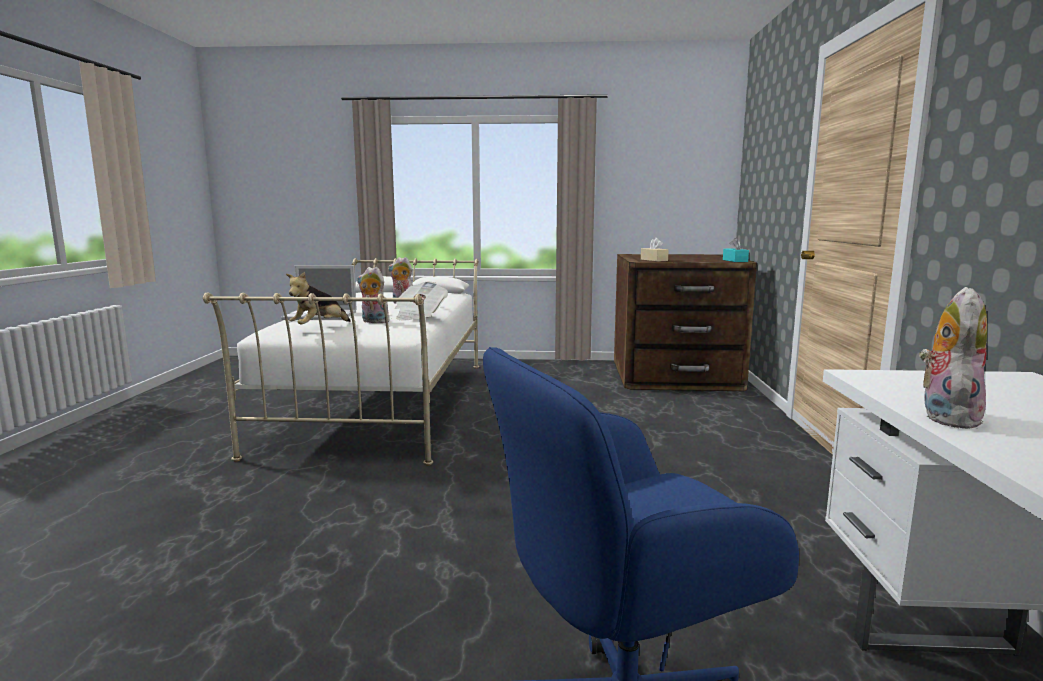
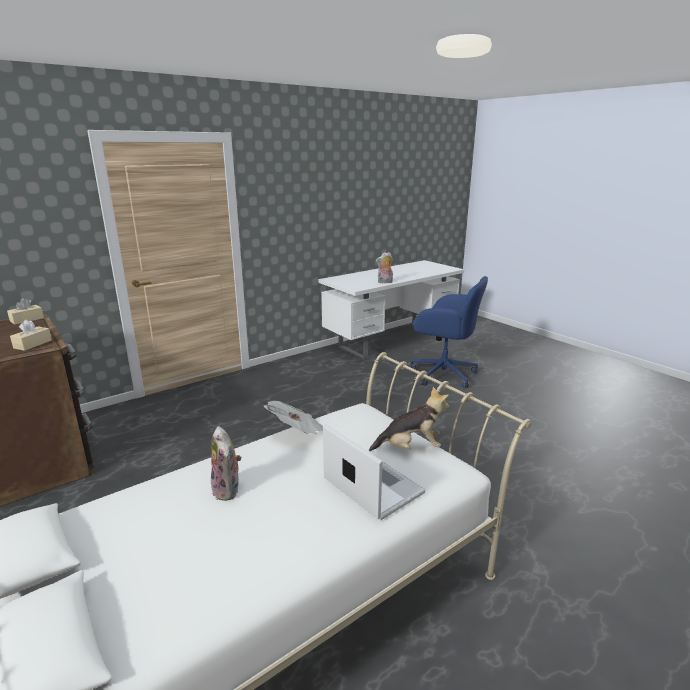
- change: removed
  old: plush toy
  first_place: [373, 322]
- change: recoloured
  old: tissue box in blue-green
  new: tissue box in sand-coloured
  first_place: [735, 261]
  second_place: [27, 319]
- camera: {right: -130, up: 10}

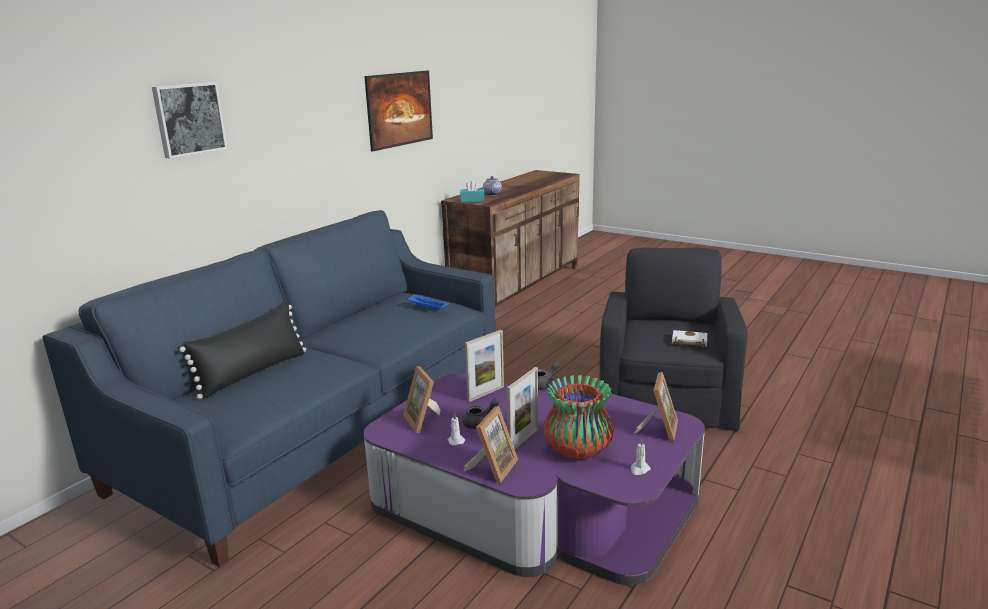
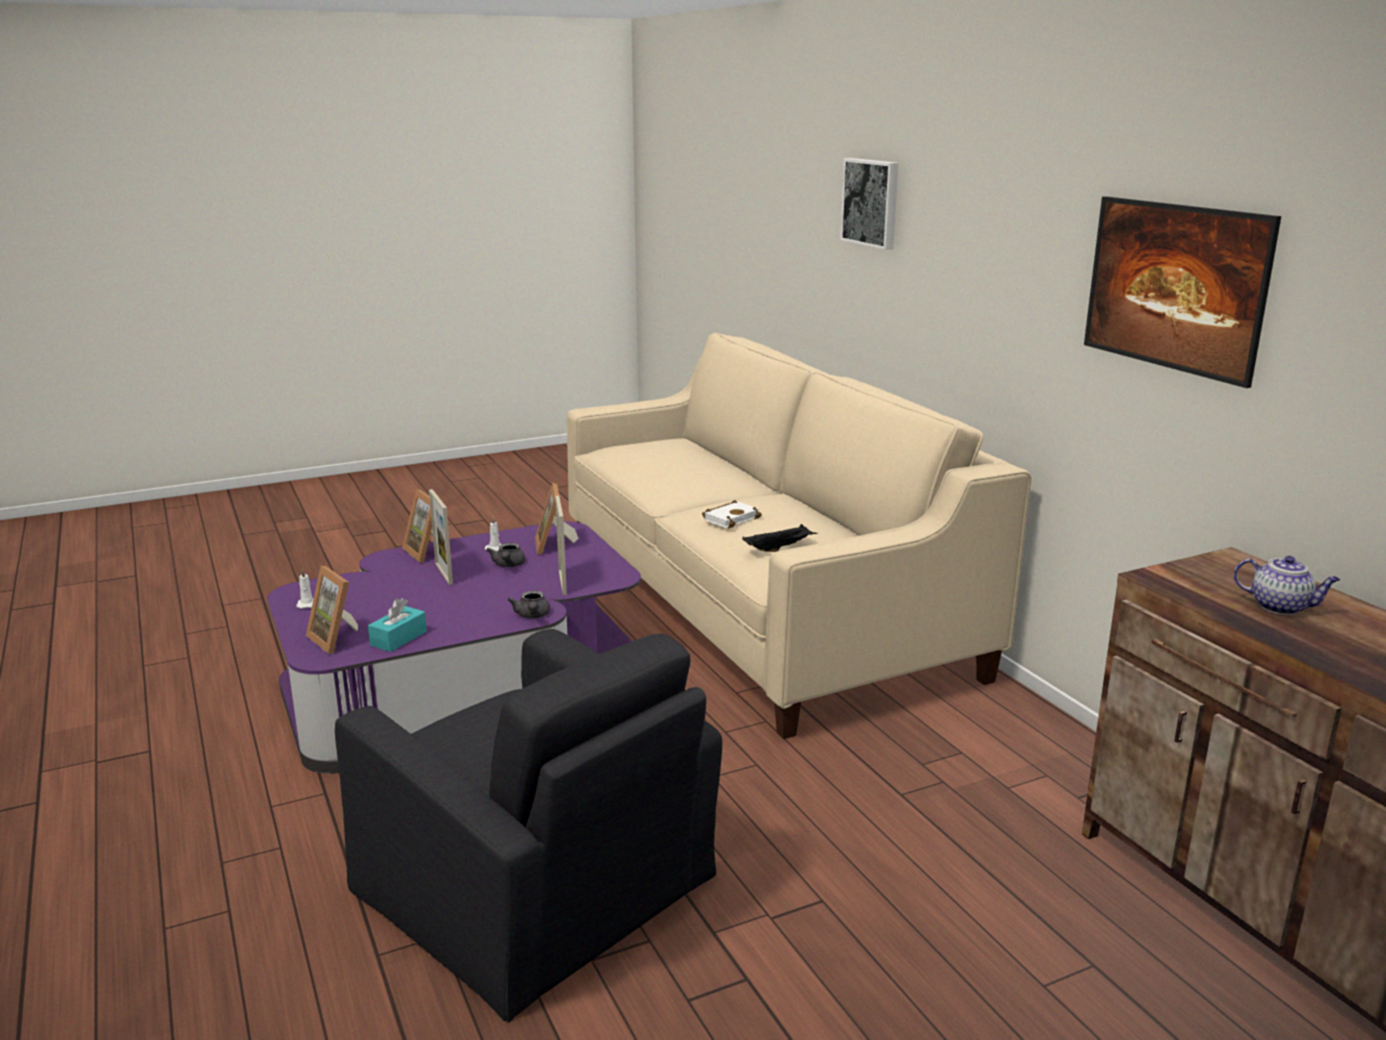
- change: removed
  old: pillow in black
  first_place: [253, 373]
- change: removed
  old: flower vase
  first_place: [578, 449]
- change: moved
  old: tissue box in blue-green
  first_place: [472, 200]
  second_place: [398, 638]
- change: moved
  old: book in white
  first_place: [688, 342]
  second_place: [731, 518]
- change: recoloured
  old: couch in blue-coloured
  new: couch in sand-coloured
  first_place: [320, 429]
  second_place: [760, 604]
- change: recoloured
  old: tray in blue-coloured
  new: tray in black
  first_place: [427, 309]
  second_place: [779, 548]
- change: turned
  old: photo frame
  first_place: [424, 420]
  second_place: [554, 545]
  degrees: -105
- camera: {right: 120, up: 0}

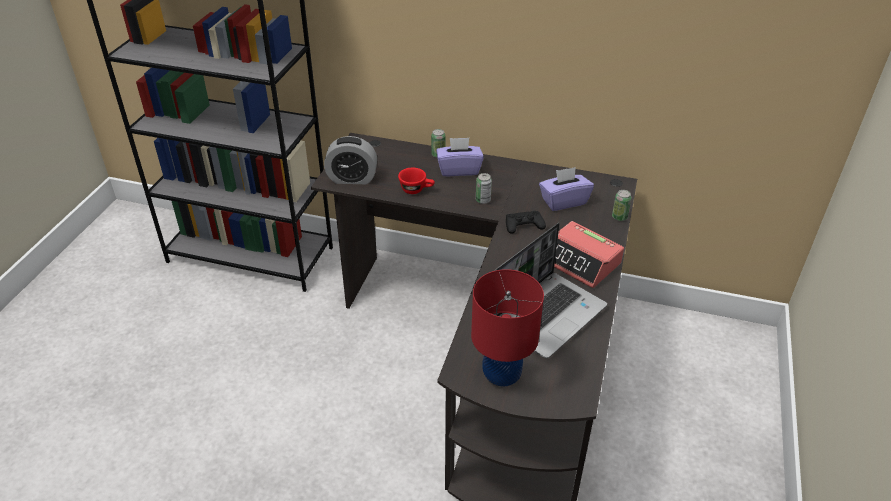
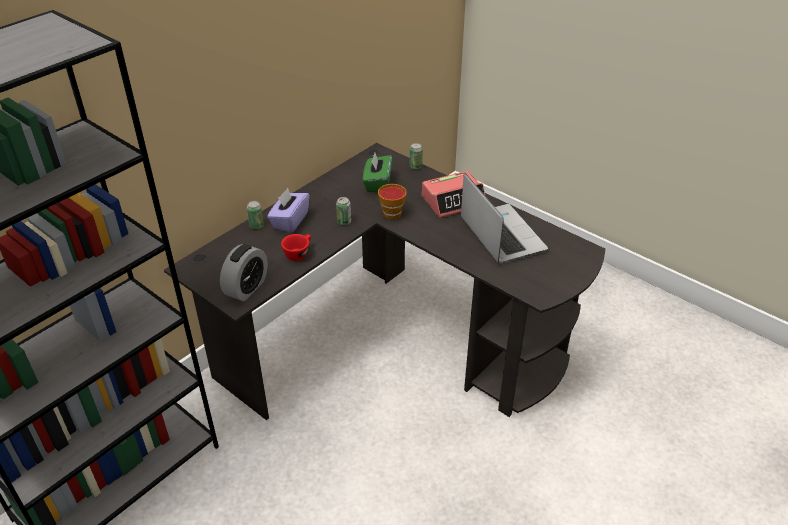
- change: removed
  old: table lamp in red
  first_place: [502, 374]
- change: replaced
  old: joypad in black
  new: small cup
  first_place: [524, 225]
  second_place: [392, 212]
- change: recoloured
  old: tissue box in purplish
  new: tissue box in green-coloured
  first_place: [563, 201]
  second_place: [377, 183]
- camera: {right: -65, up: 0}

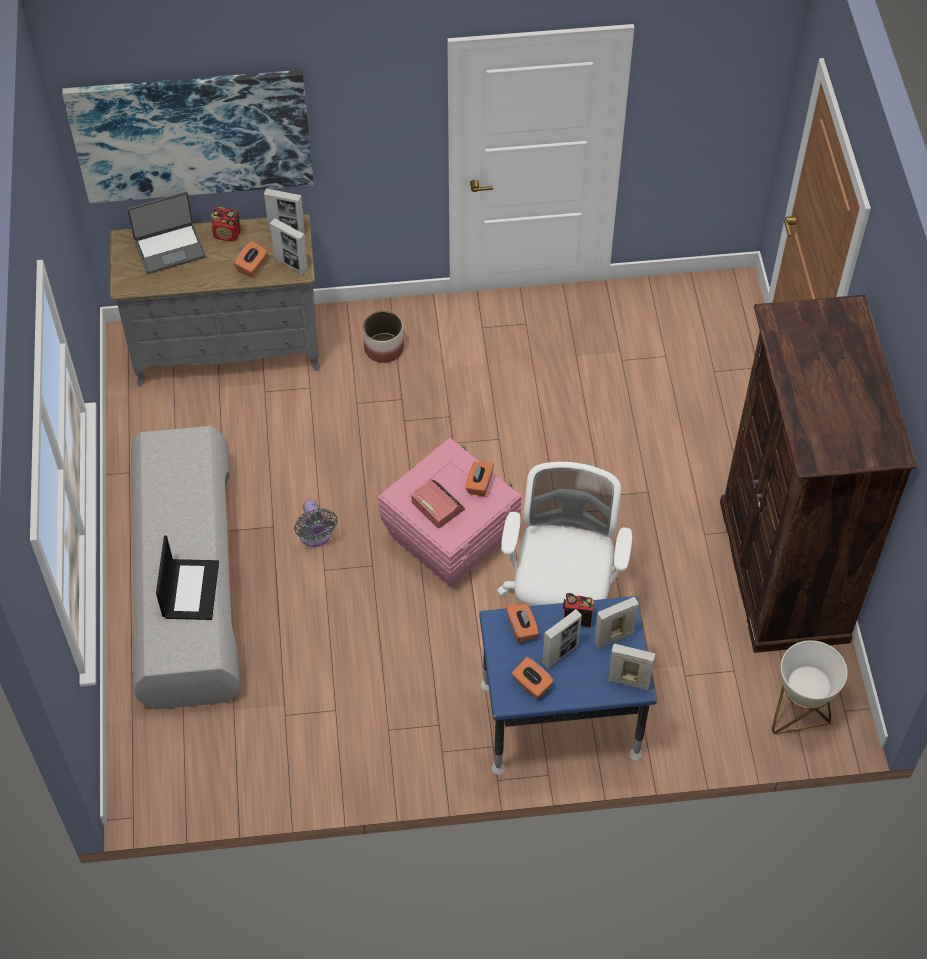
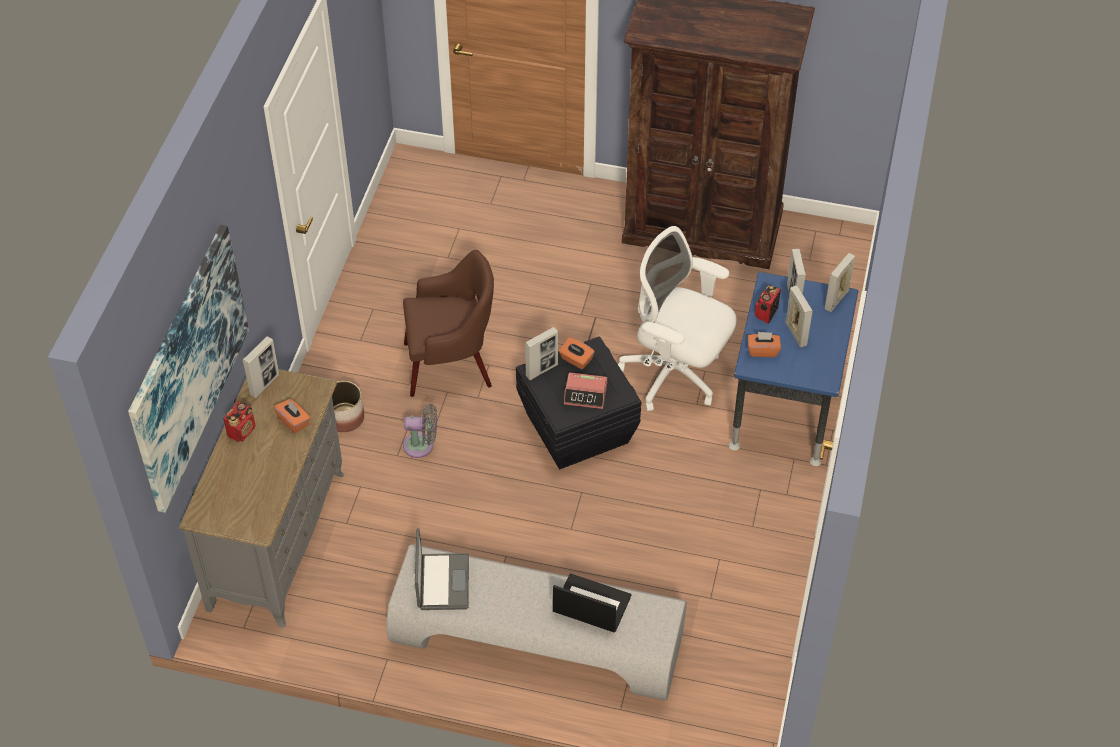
- change: removed
  old: tissue box in orangey
  first_place: [532, 684]
- change: removed
  old: plant pot
  first_place: [799, 713]
- change: added
  new: lounge chair in brownish
  second_place: [450, 364]
- change: moved
  old: portable computer
  first_place: [170, 248]
  second_place: [442, 582]
- change: moved
  old: photo frame
  first_place: [291, 265]
  second_place: [542, 370]
- change: moved
  old: fan in greyish
  first_place: [315, 536]
  second_place: [422, 445]
- change: recoloured
  old: storage box in pink-coloured
  new: storage box in black
  first_place: [450, 537]
  second_place: [576, 428]
- change: turned
  old: table clock
  first_place: [437, 506]
  second_place: [585, 394]
  degrees: -150
- camera: {right: -70, up: -5}

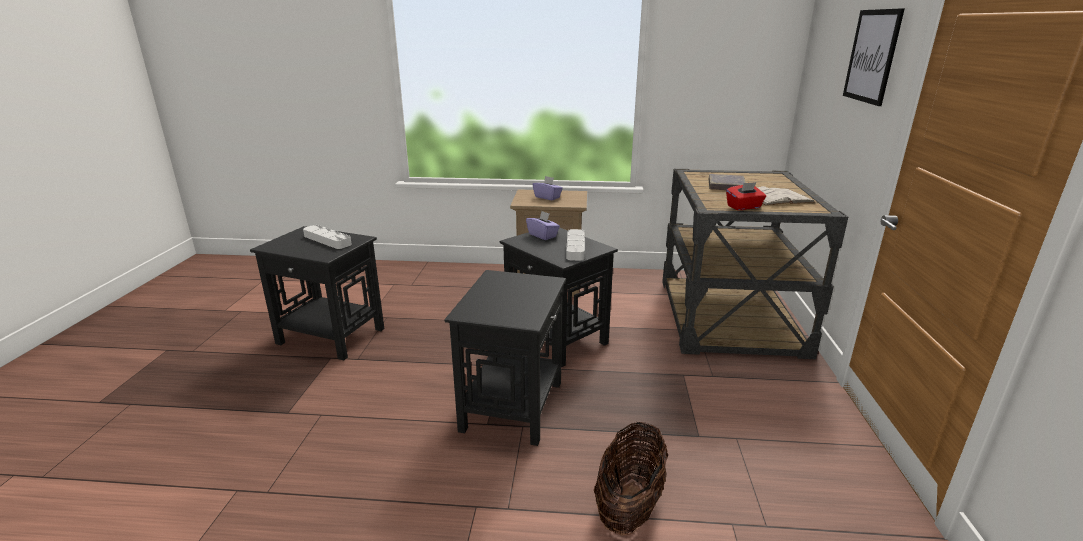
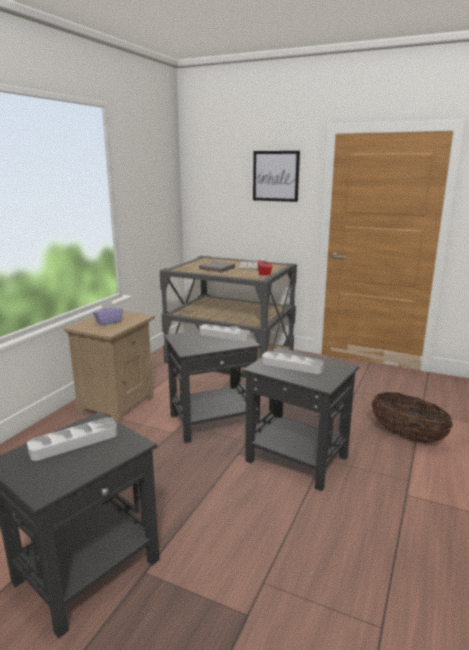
- change: removed
  old: tissue box in purplish
  first_place: [543, 235]
- change: added
  new: tray in greyish
  second_place: [292, 366]
- camera: {right: -70, up: -5}

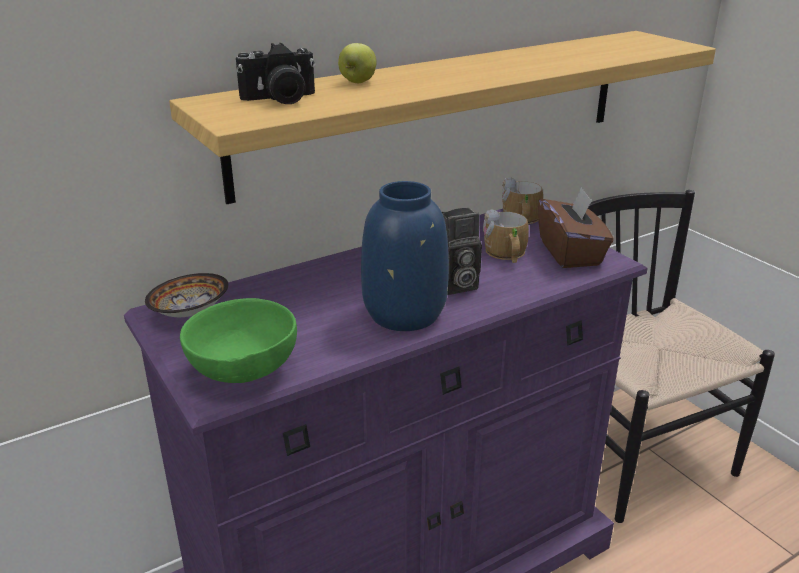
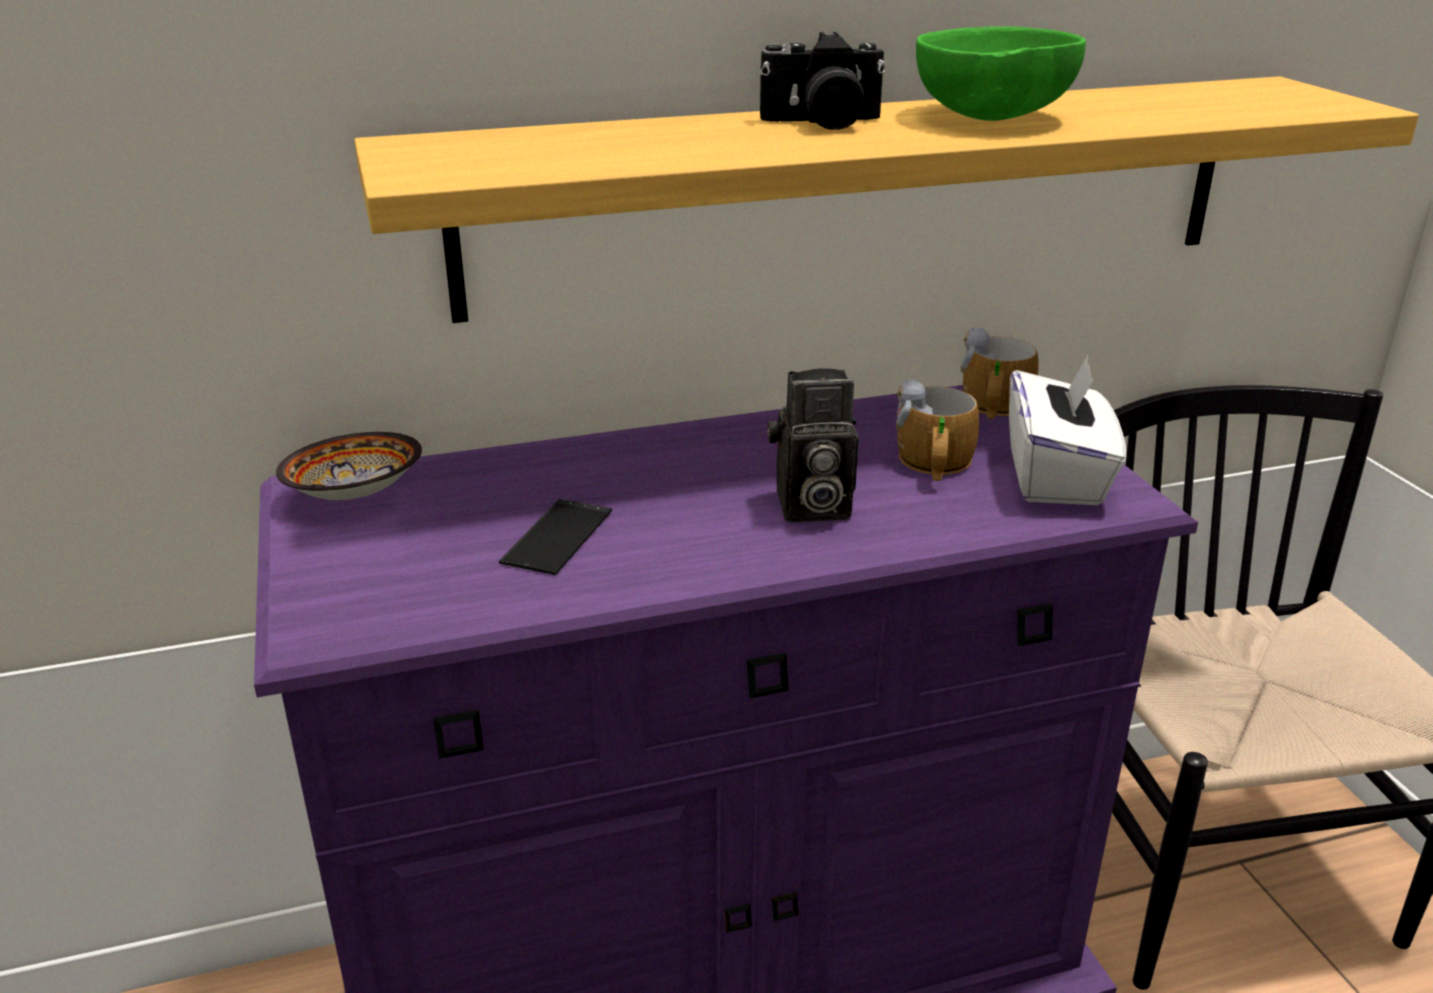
- change: removed
  old: whole apple
  first_place: [357, 82]
- change: removed
  old: flower vase in blue-coloured
  first_place: [403, 314]
- change: added
  new: handset
  second_place: [557, 537]
- change: moved
  old: bowl in green-coloured
  first_place: [243, 372]
  second_place: [991, 118]
- change: moved
  old: photo camera
  first_place: [280, 99]
  second_place: [823, 123]
- change: recoloured
  old: tissue box in brownish
  new: tissue box in white
  first_place: [570, 253]
  second_place: [1056, 476]
- camera: {right: 15, up: 0}

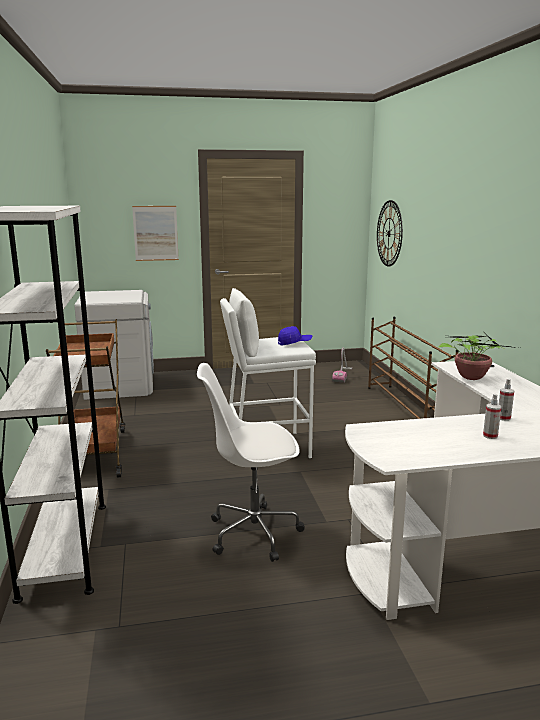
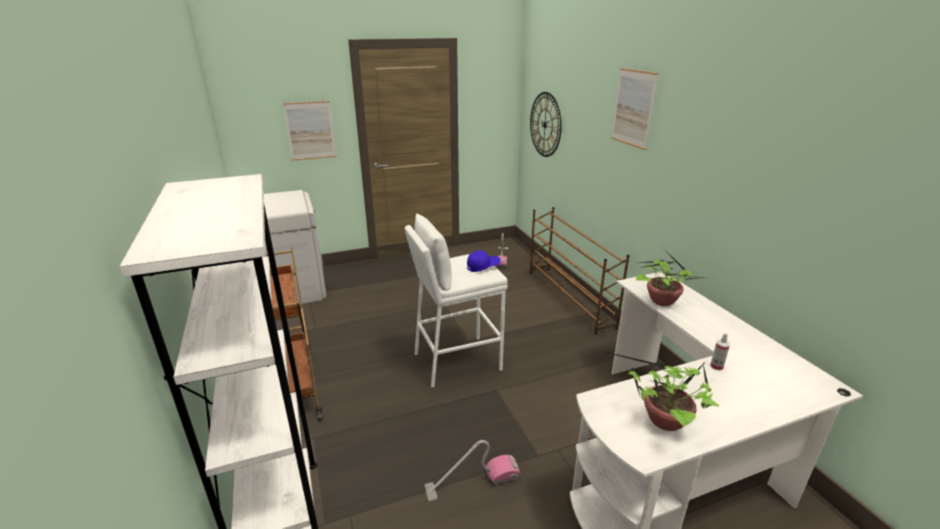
- change: removed
  old: spray bottle
  first_place: [490, 436]
- change: added
  new: houseplant
  second_place: [661, 421]
- change: added
  new: wall picture
  second_place: [633, 108]
- change: replaced
  old: desk chair in white
  new: hoover
  first_place: [251, 533]
  second_place: [472, 482]
- camera: {right: -10, up: 10}

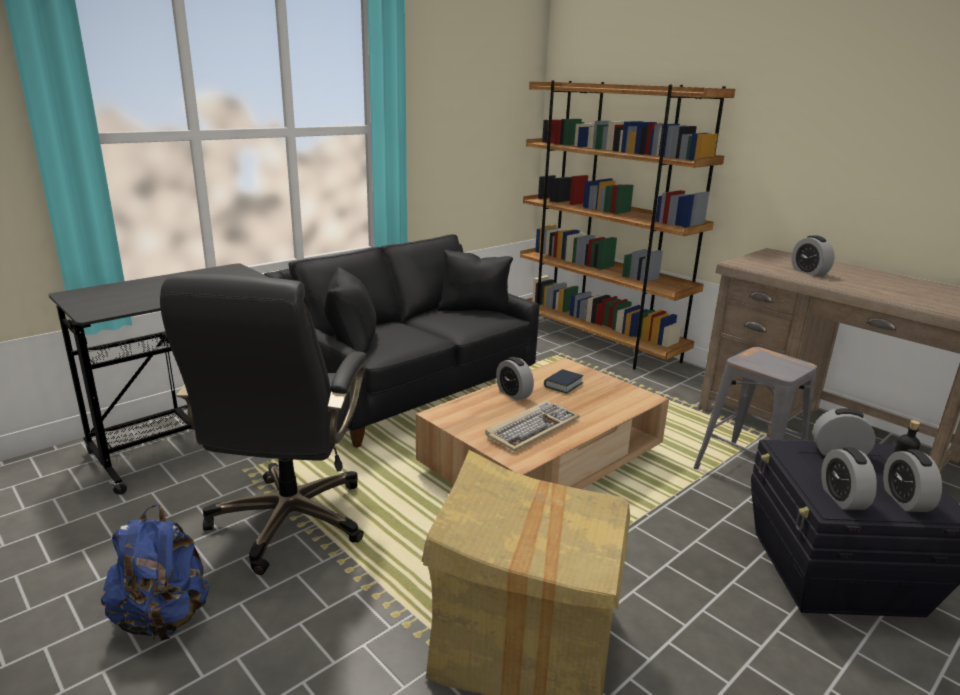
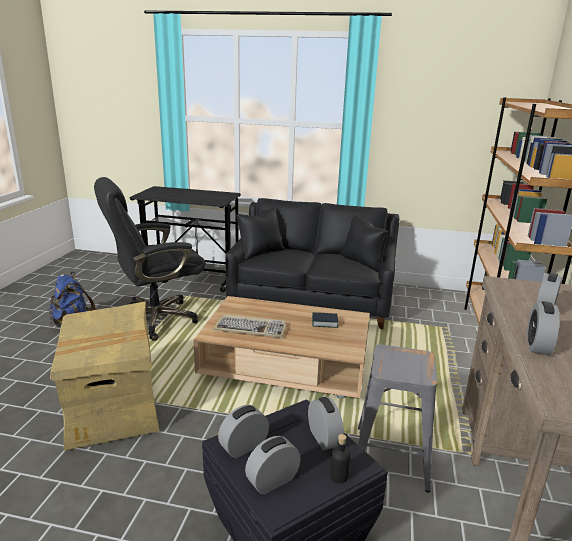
- change: moved
  old: table clock
  first_place: [513, 394]
  second_place: [537, 346]
- camera: {right: 55, up: 0}

